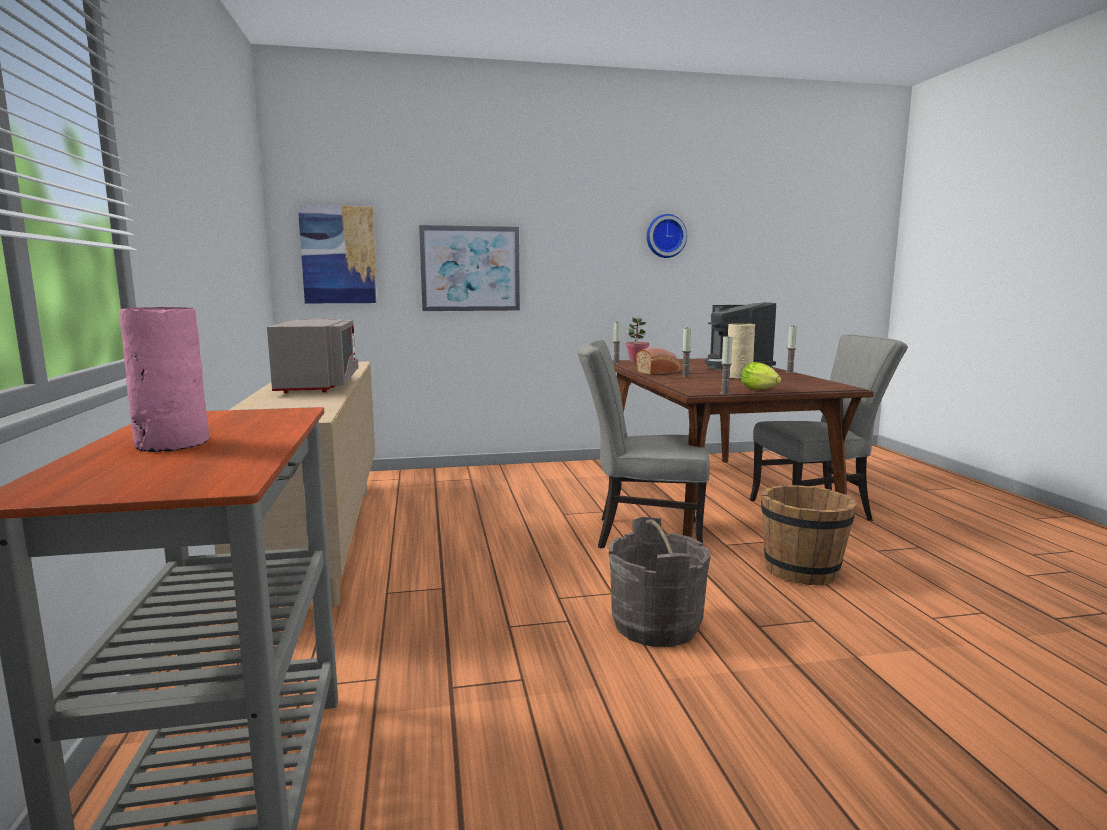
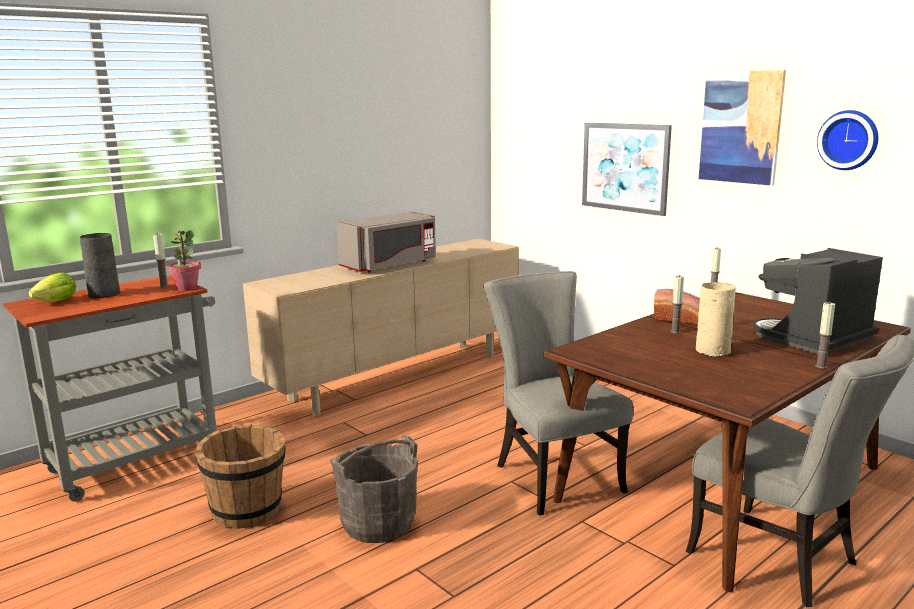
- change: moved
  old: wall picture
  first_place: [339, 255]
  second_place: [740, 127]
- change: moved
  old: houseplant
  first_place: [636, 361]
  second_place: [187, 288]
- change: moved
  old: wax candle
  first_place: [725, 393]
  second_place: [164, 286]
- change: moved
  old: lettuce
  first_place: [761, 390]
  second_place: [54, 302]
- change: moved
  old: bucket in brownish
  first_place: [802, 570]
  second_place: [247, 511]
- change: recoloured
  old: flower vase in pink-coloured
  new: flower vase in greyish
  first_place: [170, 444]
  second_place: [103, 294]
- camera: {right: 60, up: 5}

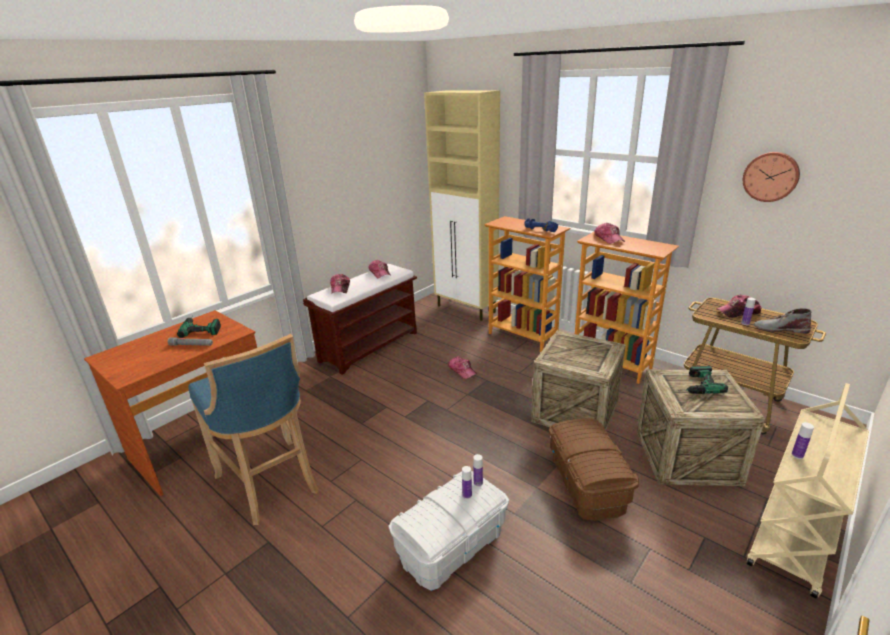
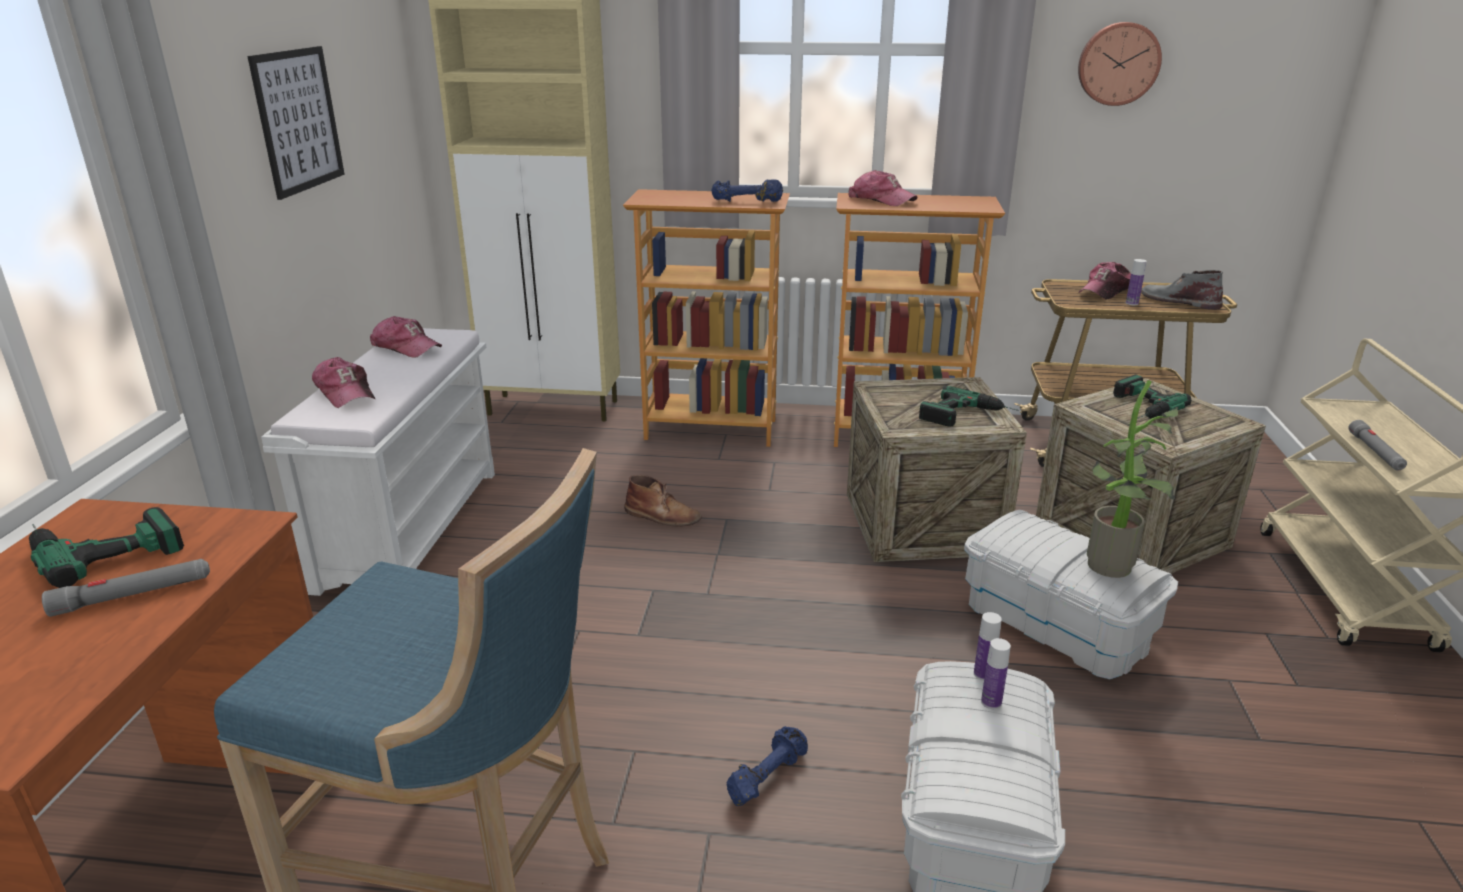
- change: added
  new: wall picture
  second_place: [298, 120]
- change: added
  new: dumbbell in blue-coloured
  second_place: [766, 777]
- change: added
  new: power drill
  second_place: [969, 416]
- change: added
  new: houseplant
  second_place: [1115, 569]
- change: replaced
  old: peaked cap
  new: boot in brownish
  first_place: [462, 370]
  second_place: [663, 516]
- change: replaced
  old: bottle
  new: flashlight in greyish
  first_place: [797, 455]
  second_place: [1375, 452]
- change: recoloured
  old: bench in brownish
  new: bench in white
  first_place: [370, 346]
  second_place: [411, 527]
- change: recoloured
  old: storage box in brownish
  new: storage box in white
  first_place: [586, 483]
  second_place: [1055, 624]
- change: turned
  old: boot in greyish
  first_place: [780, 329]
  second_place: [1179, 301]
  degrees: 60
- camera: {right: -35, up: 0}

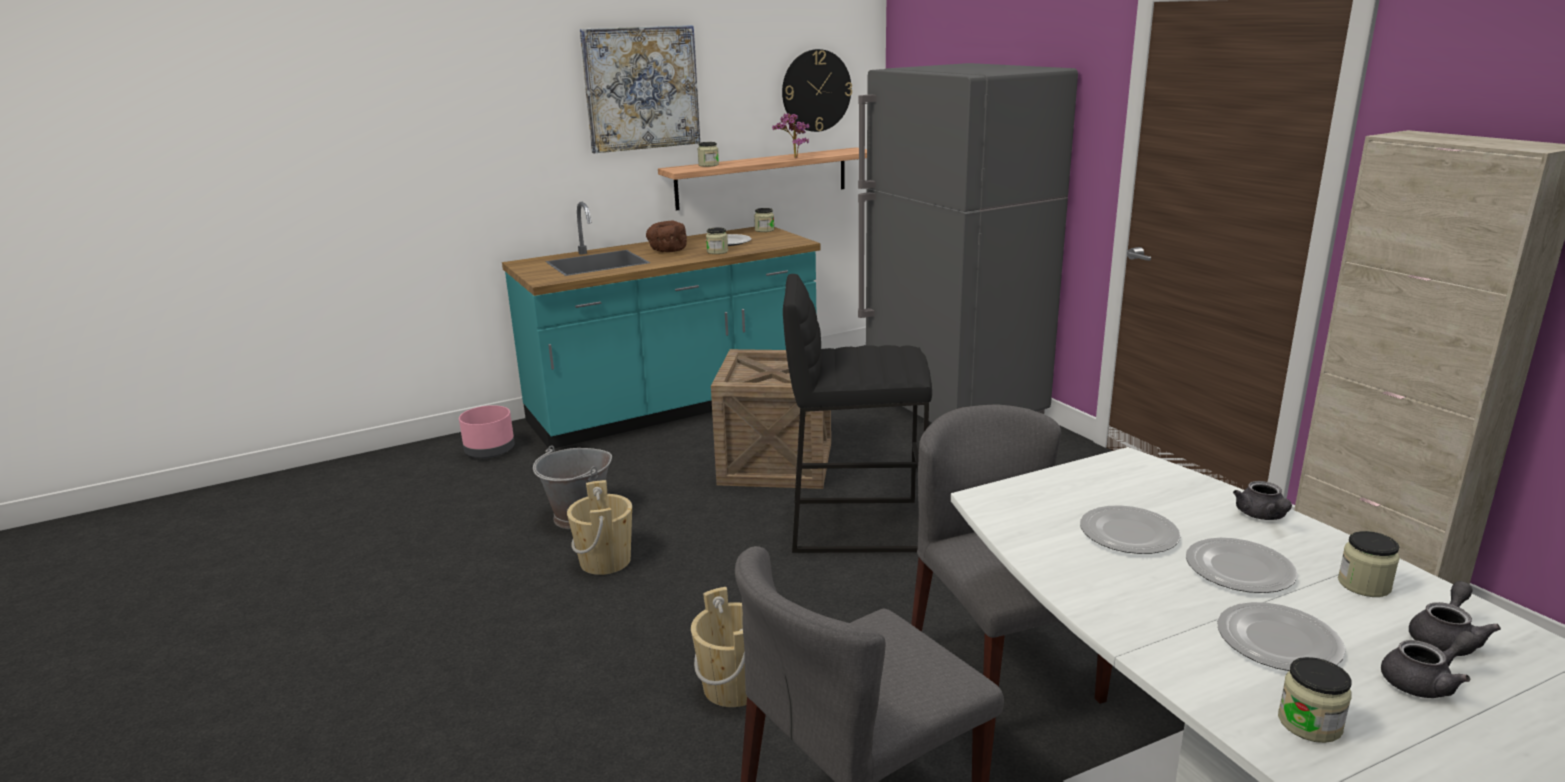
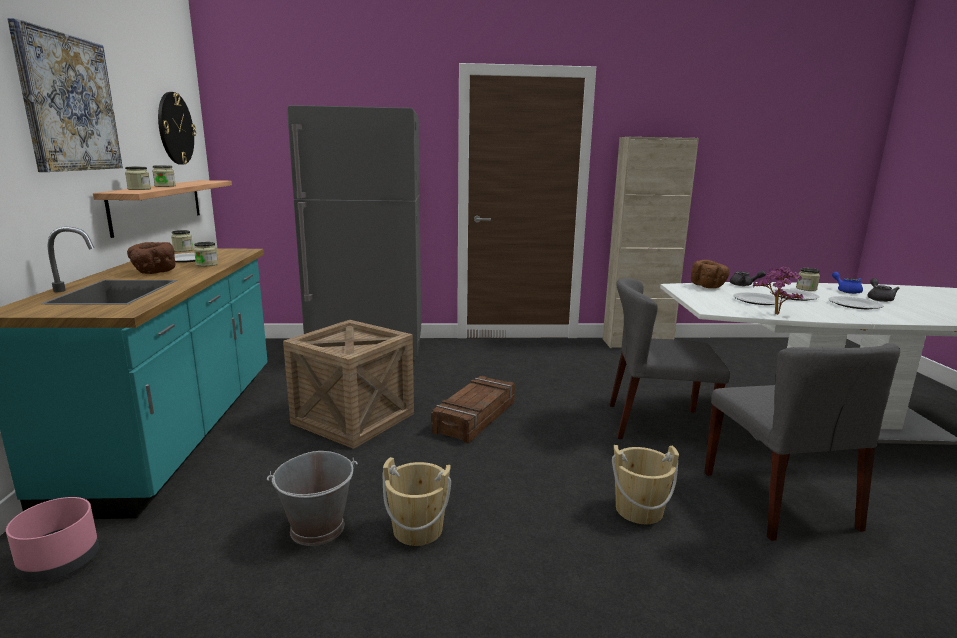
- change: added
  new: bowl in brownish
  second_place: [708, 286]
- change: moved
  old: houseplant
  first_place: [793, 158]
  second_place: [774, 314]
- change: moved
  old: jar
  first_place: [1309, 723]
  second_place: [165, 186]
- change: replaced
  old: stool seat in black
  new: packing crate
  first_place: [856, 524]
  second_place: [474, 417]
- change: recoloured
  old: pot for tea in greyish
  new: pot for tea in blue-coloured
  first_place: [1445, 638]
  second_place: [846, 291]
- camera: {right: -65, up: -5}

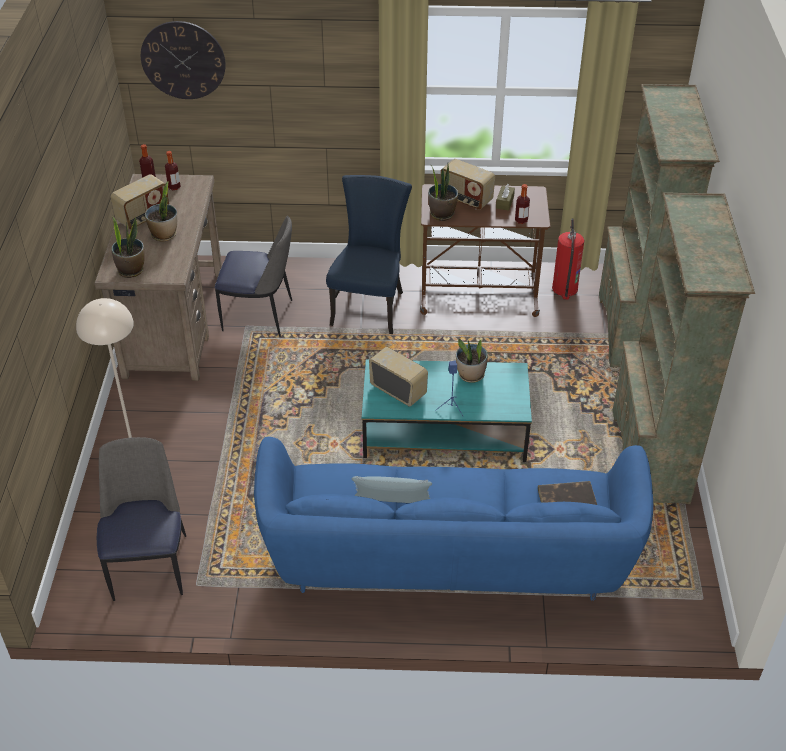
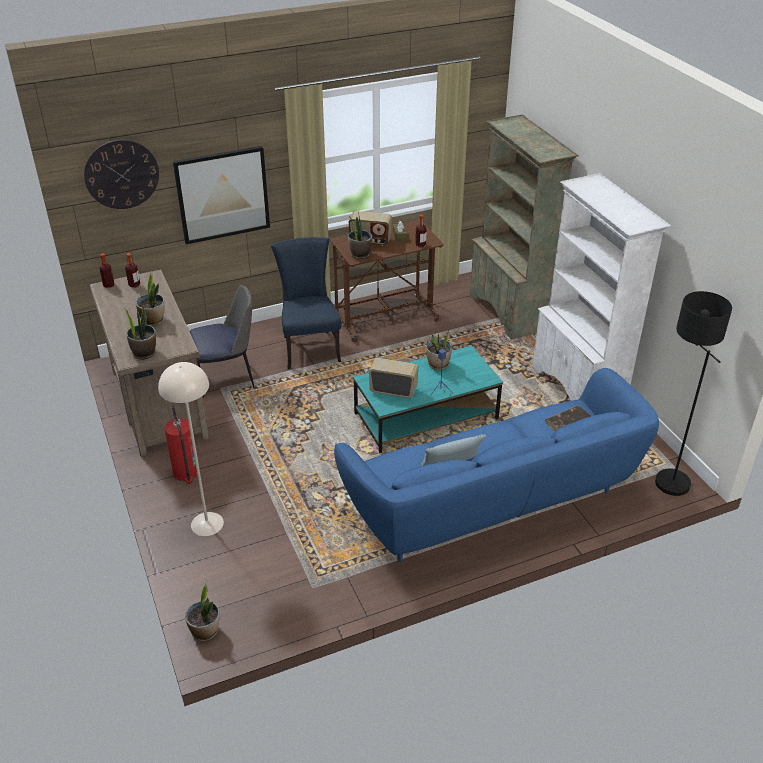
- change: removed
  old: chair
  first_place: [150, 564]
- change: removed
  old: radio
  first_place: [143, 217]
- change: added
  new: wall picture
  second_place: [222, 194]
- change: added
  new: houseplant
  second_place: [205, 631]
- change: added
  new: floor lamp in black
  second_place: [666, 476]
- change: moved
  old: fire-fighting cylinder
  first_place: [564, 289]
  second_place: [186, 472]
- change: recoloured
  old: bookshelf in green-coloured
  new: bookshelf in white
  first_place: [651, 455]
  second_place: [578, 388]
- camera: {right: -25, up: -5}

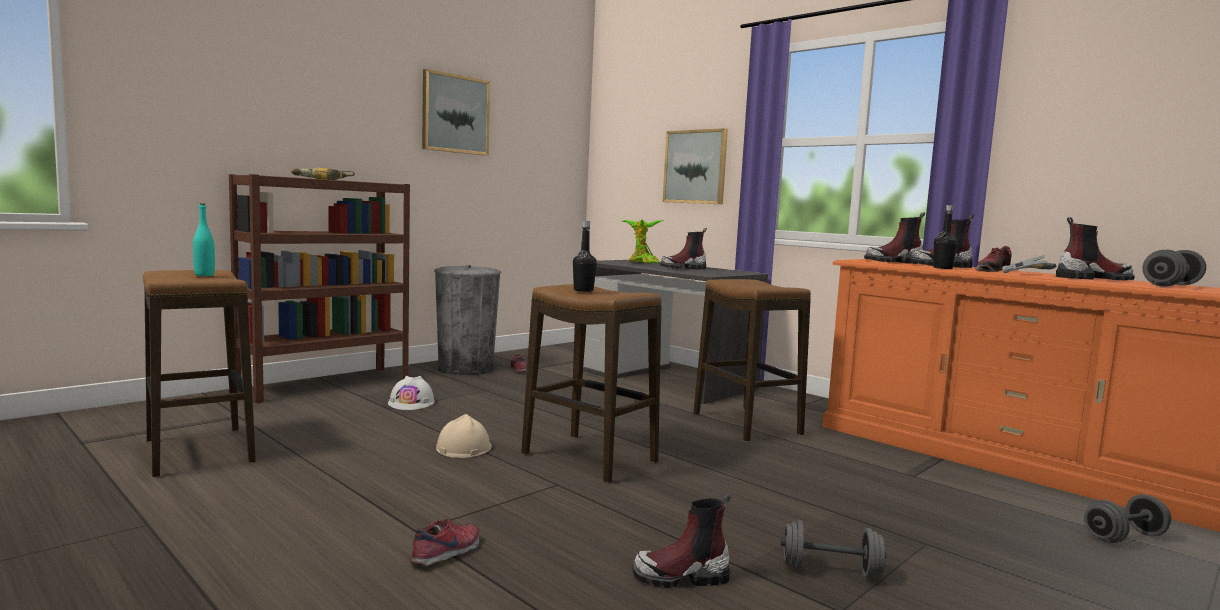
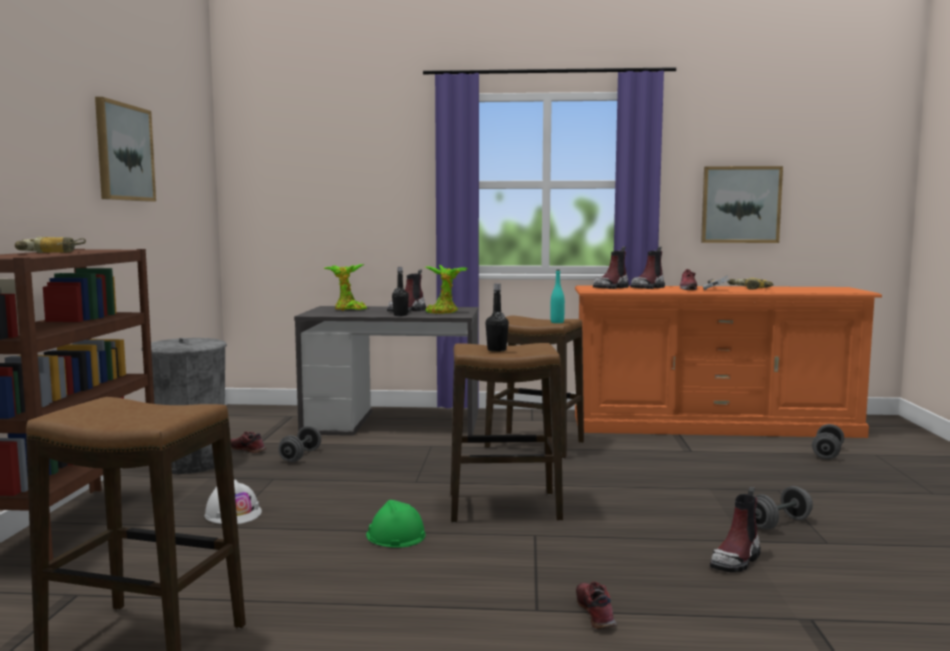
- change: added
  new: houseplant
  second_place: [444, 312]
- change: moved
  old: bottle in blue-green
  first_place: [204, 275]
  second_place: [557, 322]
- change: moved
  old: wall picture
  first_place: [695, 167]
  second_place: [740, 204]
- change: moved
  old: bottle in black
  first_place: [942, 268]
  second_place: [400, 315]
- change: moved
  old: dumbbell in greyish
  first_place: [1171, 285]
  second_place: [300, 456]
- change: replaced
  old: boot
  new: power drill
  first_place: [1092, 279]
  second_place: [749, 288]
- change: recoloured
  old: safety helmet in sand-coloured
  new: safety helmet in green-coloured
  first_place: [463, 448]
  second_place: [395, 535]
- camera: {right: -40, up: 0}

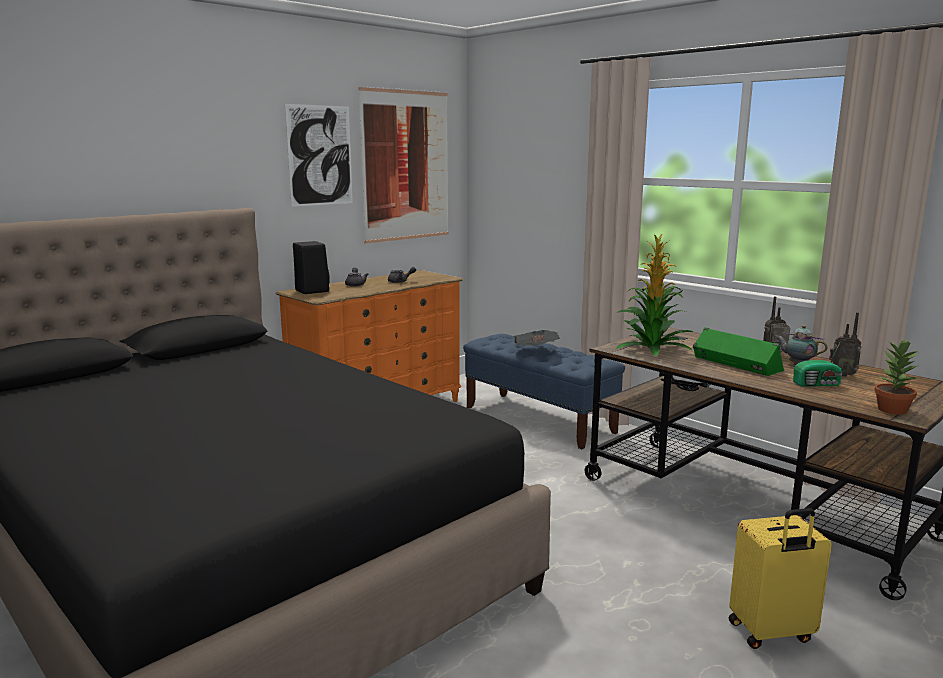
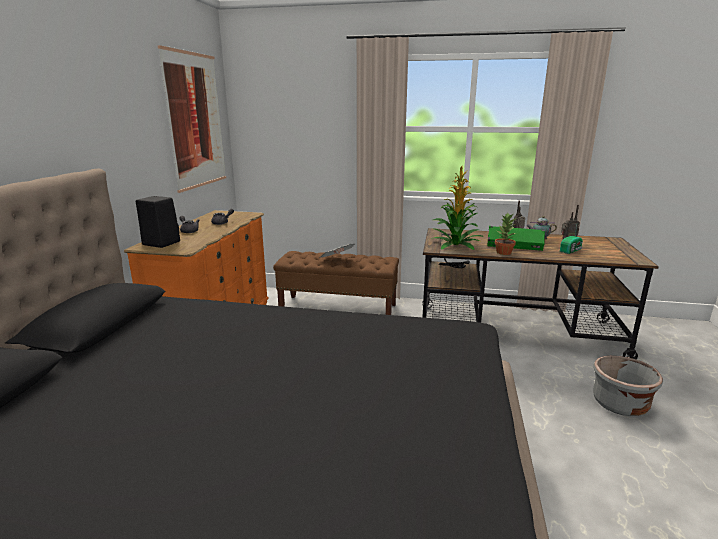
- change: removed
  old: wall picture
  first_place: [320, 155]
- change: moved
  old: houseplant
  first_place: [891, 410]
  second_place: [503, 252]
- change: replaced
  old: piece of luggage in yellow
  new: plant pot in greyish
  first_place: [771, 633]
  second_place: [619, 404]
- change: recoloured
  old: bench in blue-coloured
  new: bench in brownish
  first_place: [539, 419]
  second_place: [338, 308]
- camera: {right: -35, up: 5}

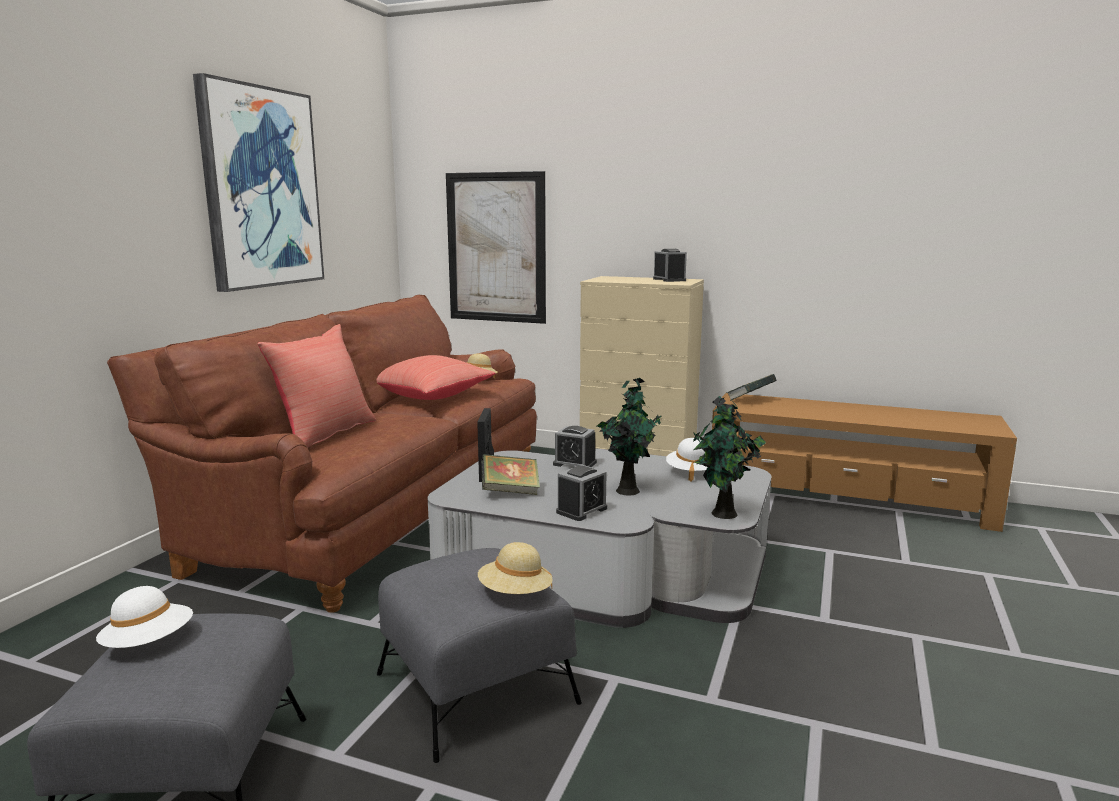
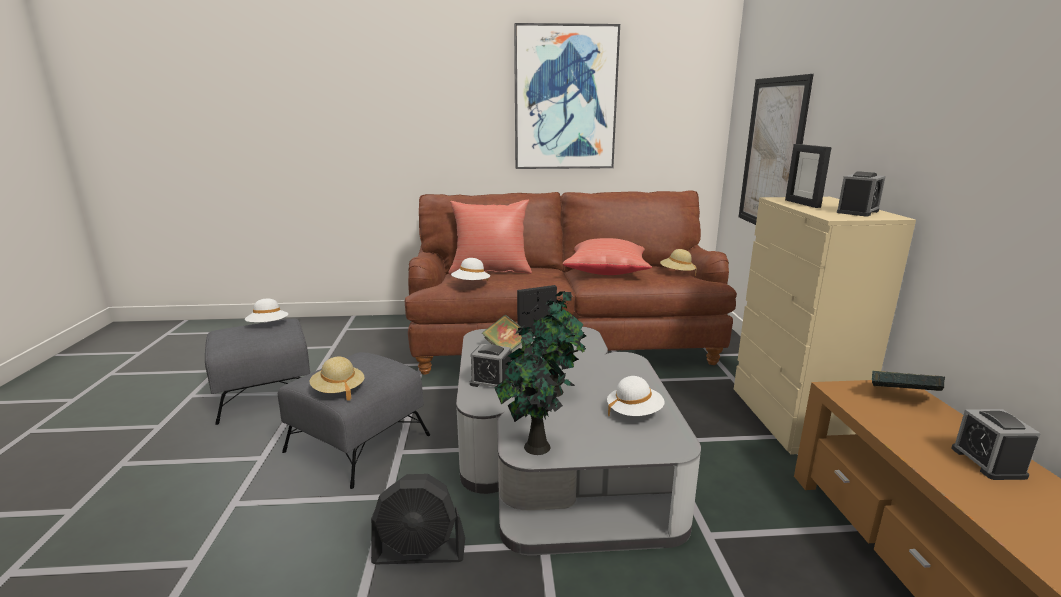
- change: added
  new: fan in black
  second_place: [420, 552]
- change: added
  new: hat in white
  second_place: [471, 284]
- change: added
  new: photo frame
  second_place: [803, 203]
- change: moved
  old: table clock
  first_place: [574, 463]
  second_place: [988, 462]
- camera: {right: 65, up: 5}

